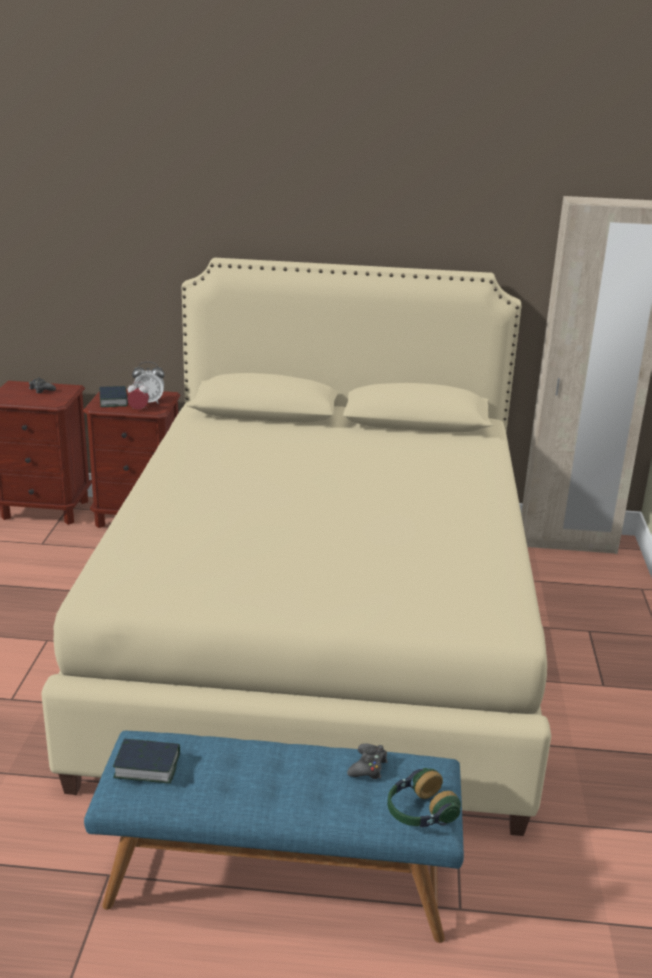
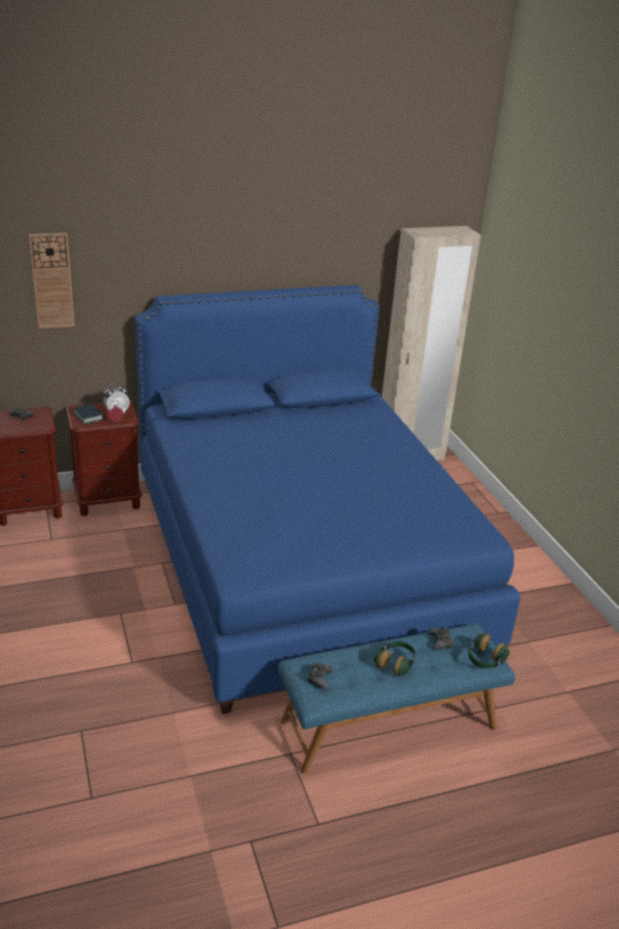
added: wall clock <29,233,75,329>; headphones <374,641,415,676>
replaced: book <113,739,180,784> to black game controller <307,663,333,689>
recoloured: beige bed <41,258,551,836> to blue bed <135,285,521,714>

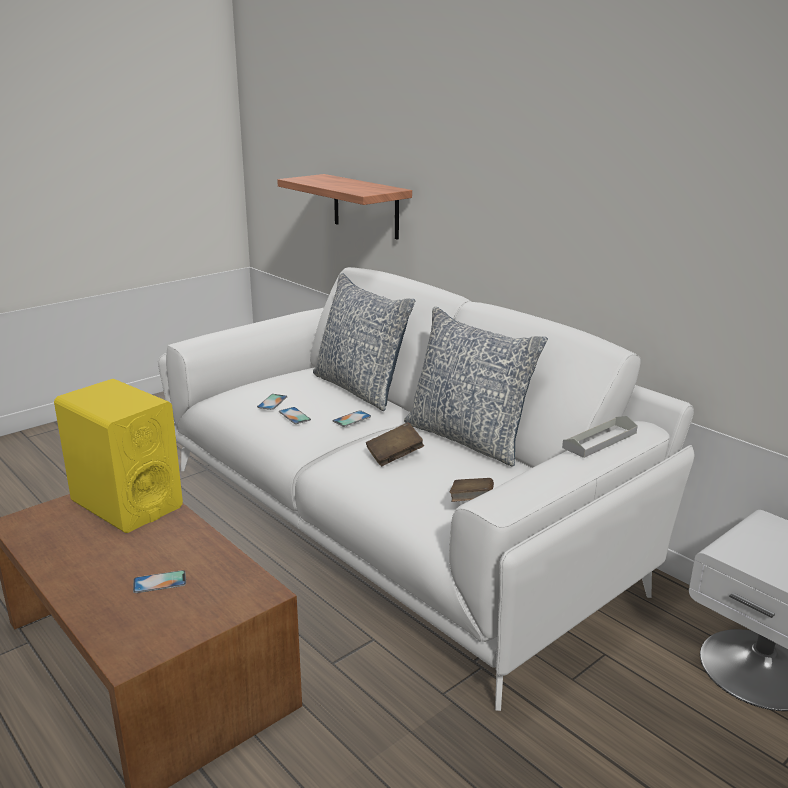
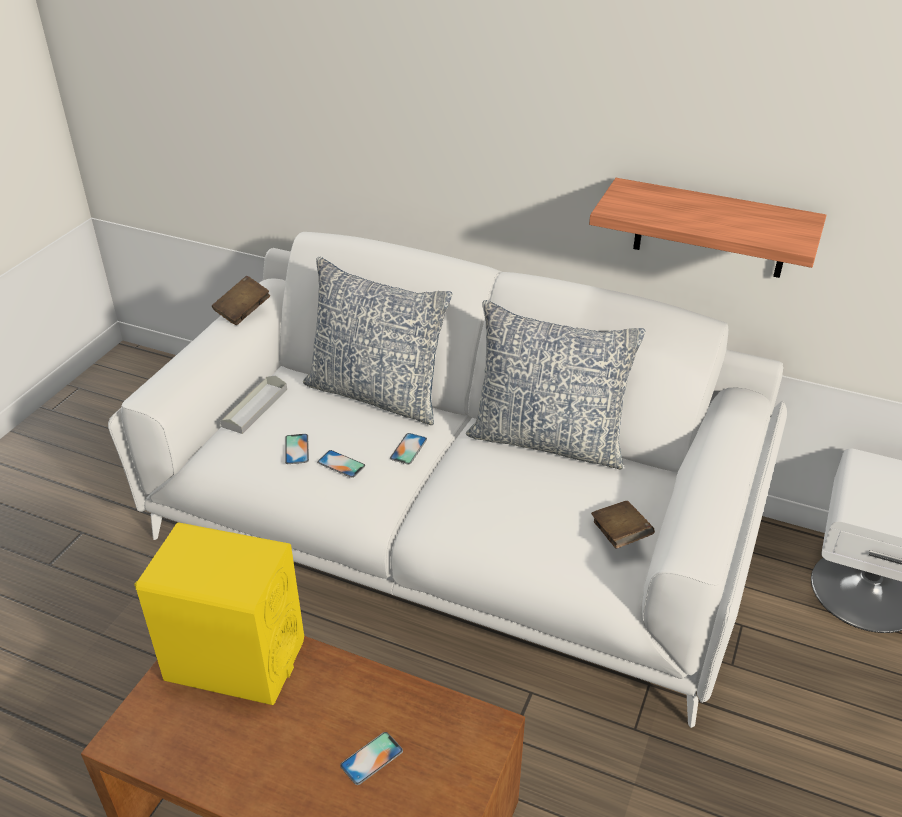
moved: shelf <277,174,412,240> to <589,178,827,278>; brown book <366,422,424,466> to <212,276,270,325>; grey tray <562,416,638,458> to <220,375,287,434>

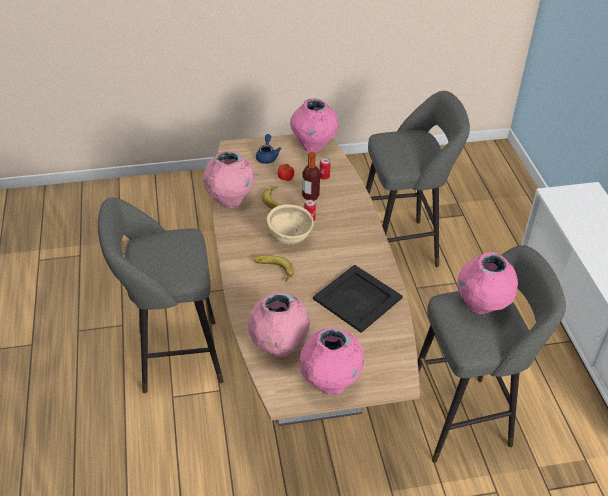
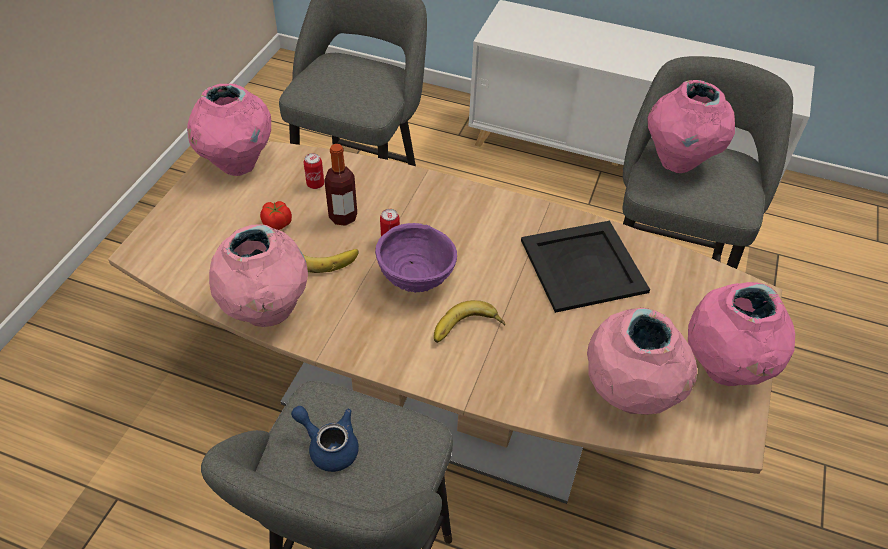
moved: blue teapot <256,134,282,164> to <291,406,359,472>
recoloured: beige bowl <267,204,314,245> to purple bowl <375,223,457,293>

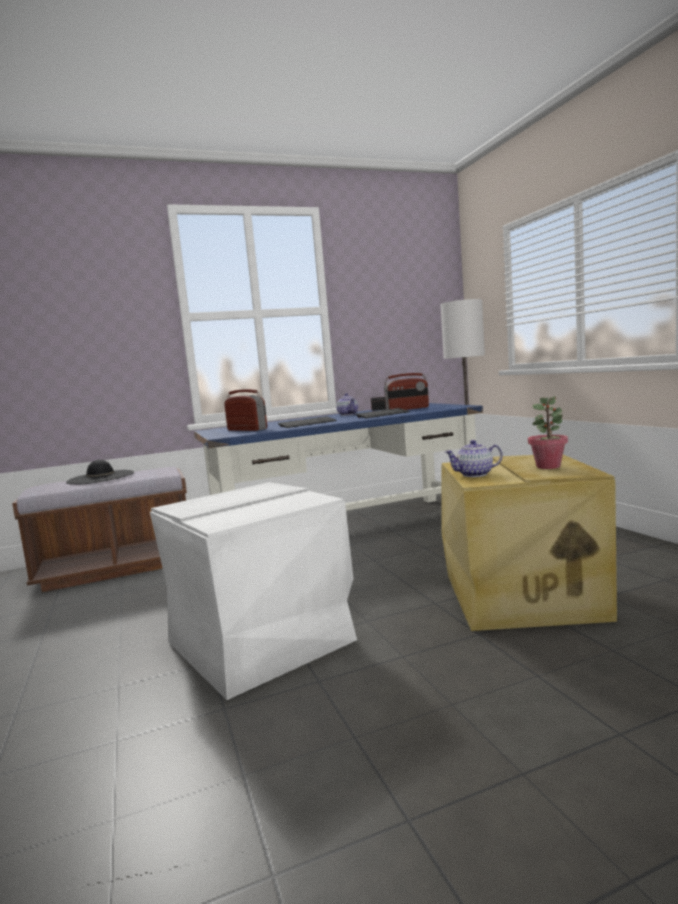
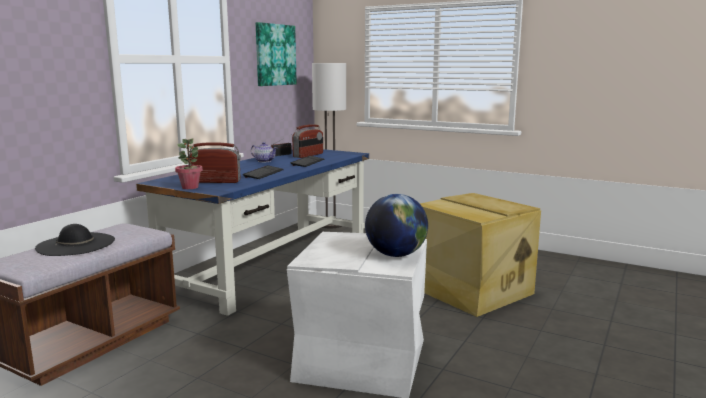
removed: teapot <445,440,503,477>
added: picture <256,22,297,86>; globe <365,194,428,257>
moved: potted plant <528,396,568,469> to <175,138,203,189>

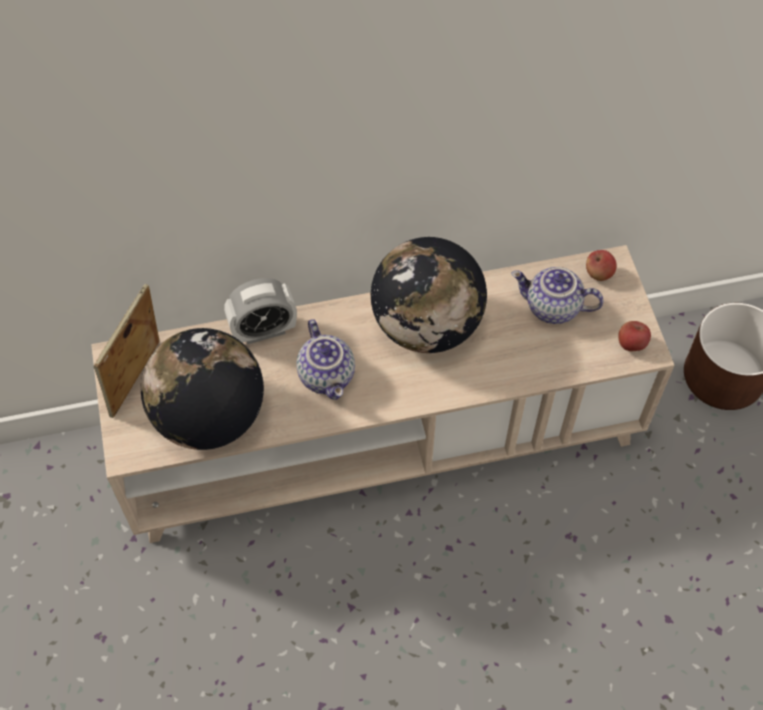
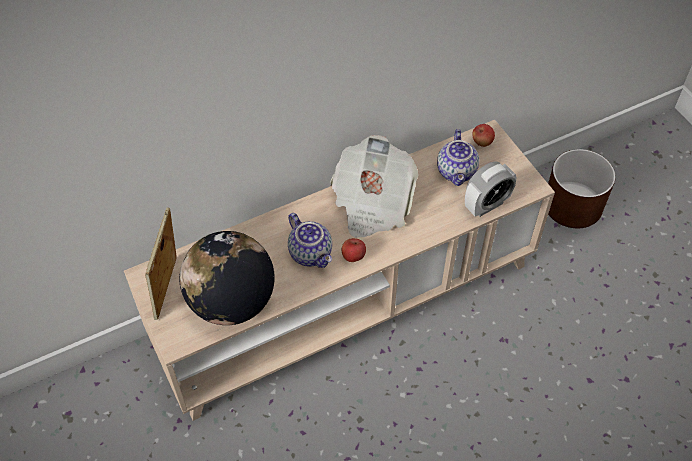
moved: alarm clock <224,278,297,344> to <465,161,516,217>; apple <618,321,651,351> to <342,238,366,262>
replaced: globe <371,237,487,353> to newspaper <331,135,419,238>
turned: teapot <511,267,603,324> = <437,129,479,186> 90 degrees counterclockwise

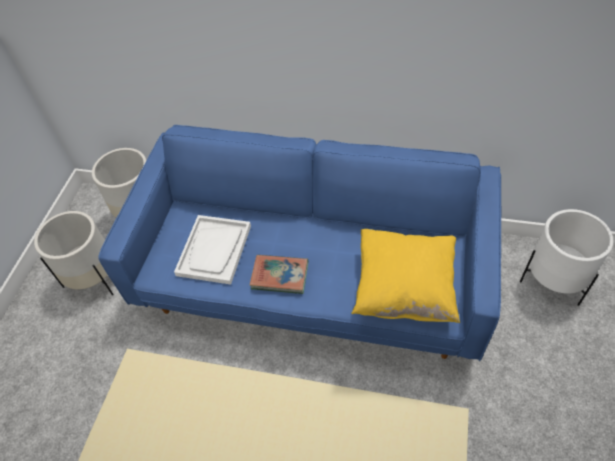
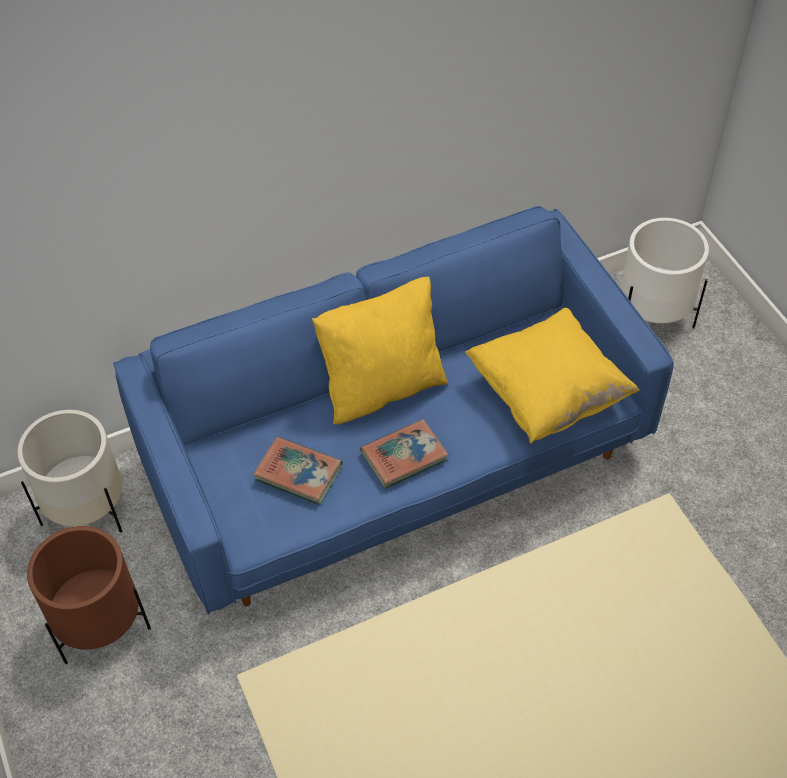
added: yellow pillow <312,277,448,425>
replaced: white tray <174,215,251,285> to book <253,437,343,505>
recoloured: white planter <34,211,113,295> to brown planter <27,526,151,664>

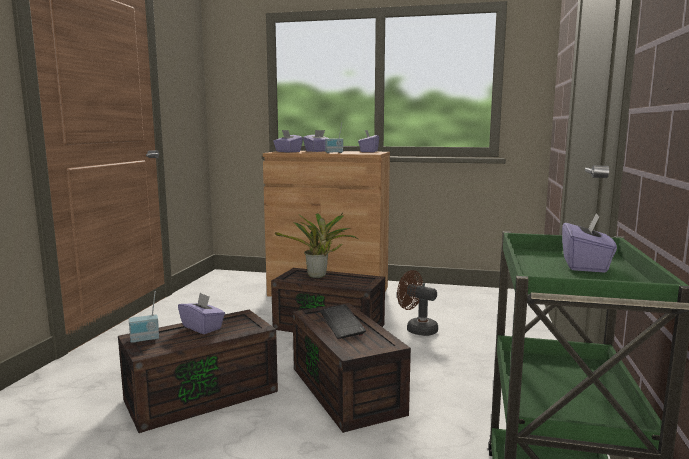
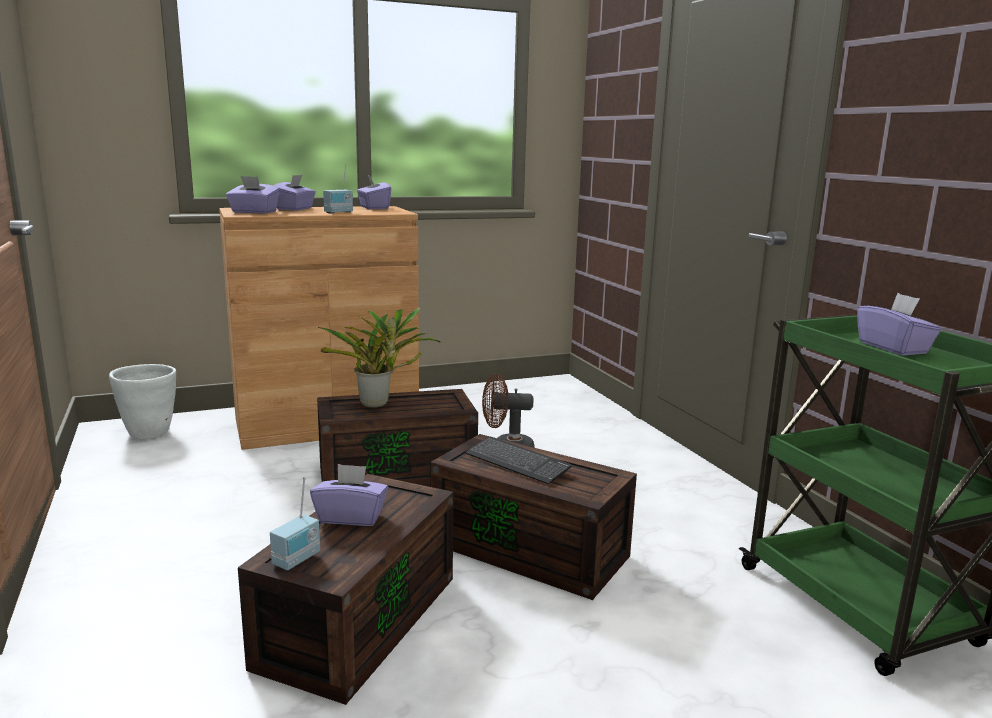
added: white planter <109,364,176,439>

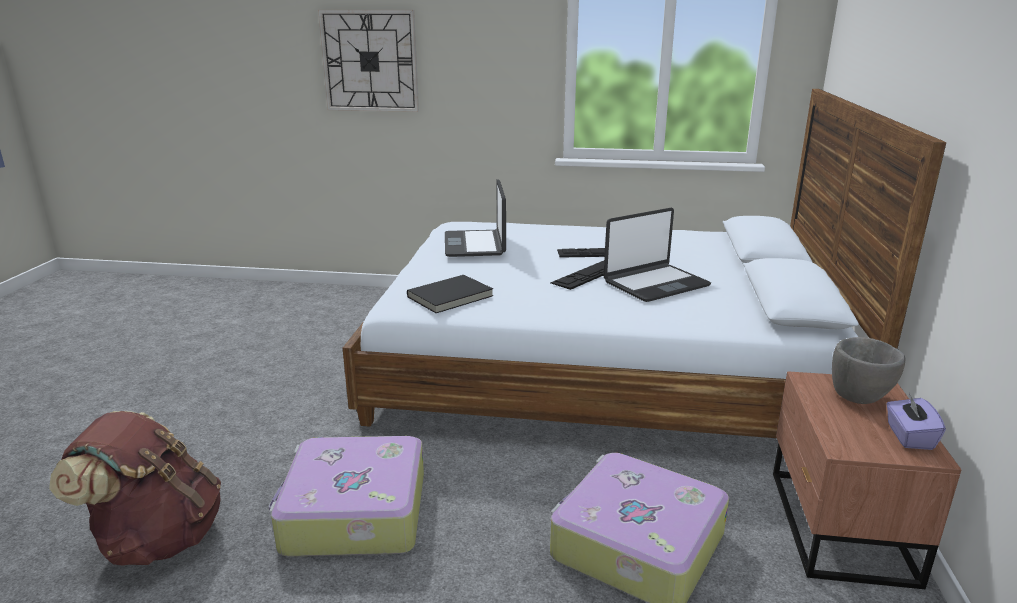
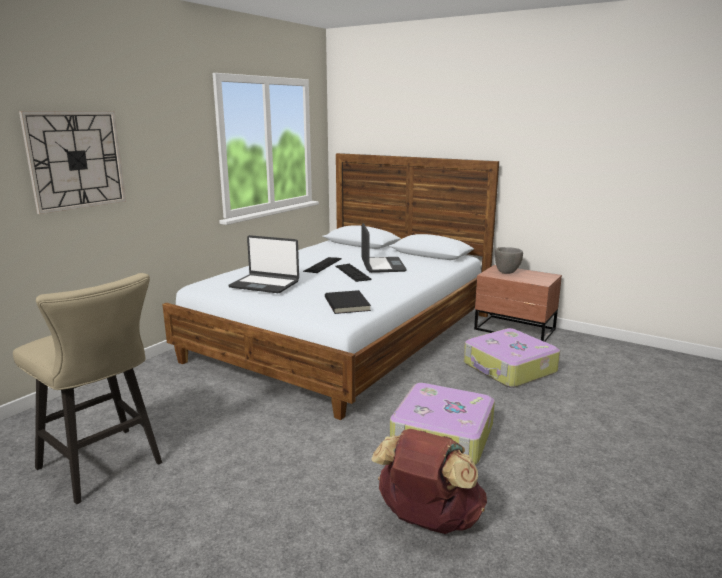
removed: purple tissue box <886,393,946,450>
added: beige stool <13,273,162,504>

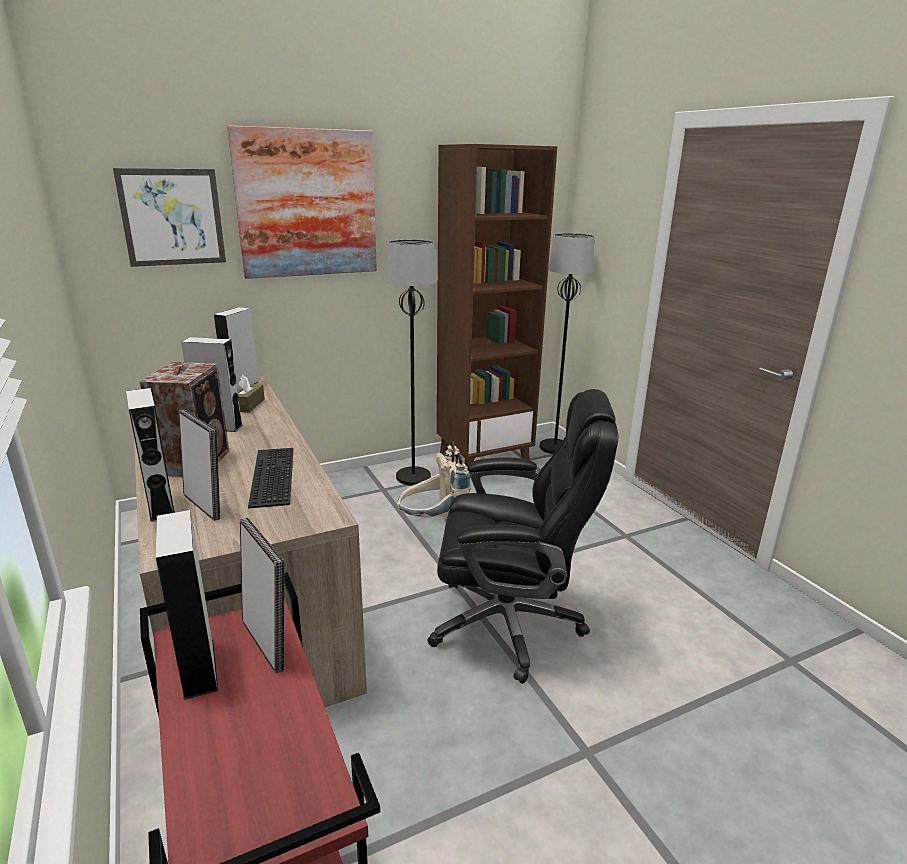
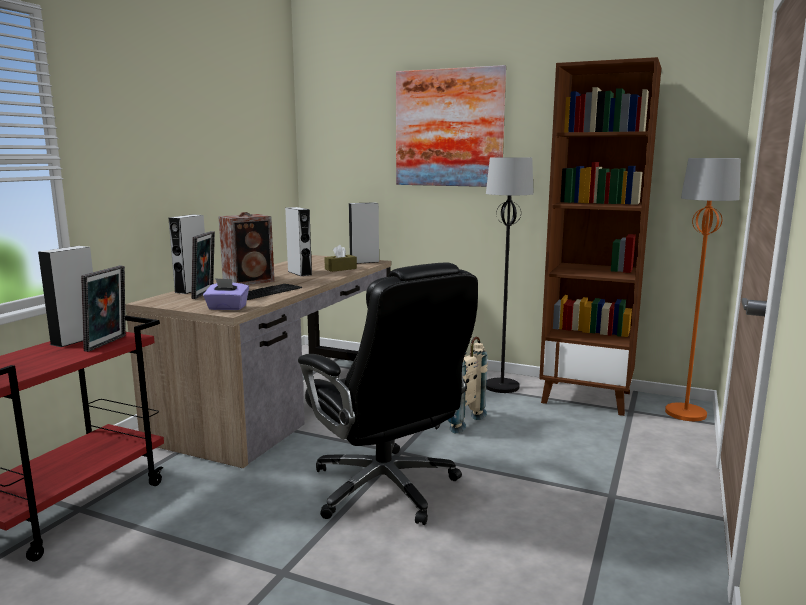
removed: picture <113,168,226,267>
added: purple tissue box <203,278,249,310>
recoloured: black floor lamp <540,233,594,454> to orange floor lamp <665,158,741,421>

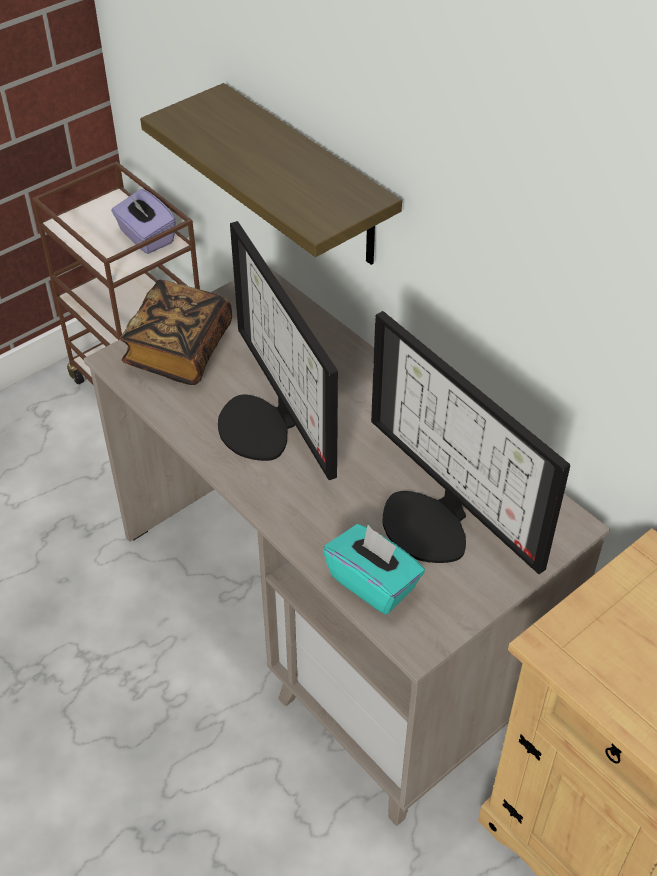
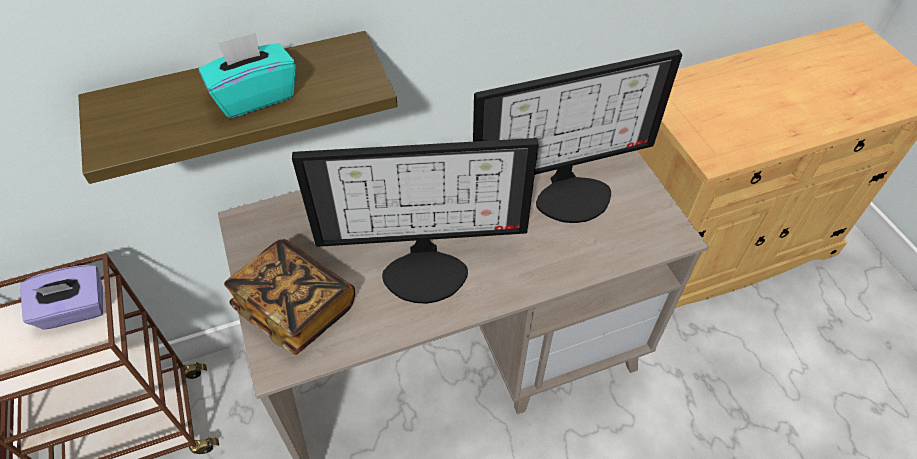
moved: turquoise tissue box <323,524,425,614> to <199,32,296,118>

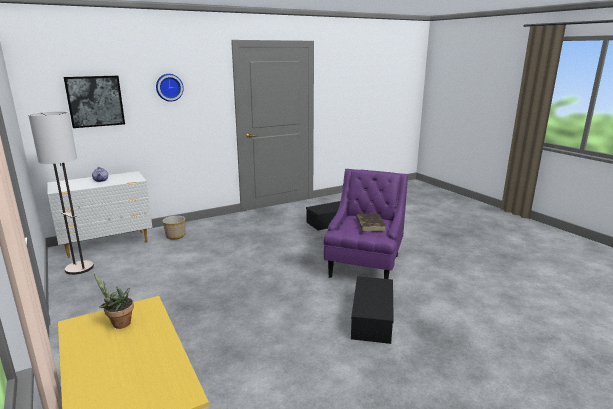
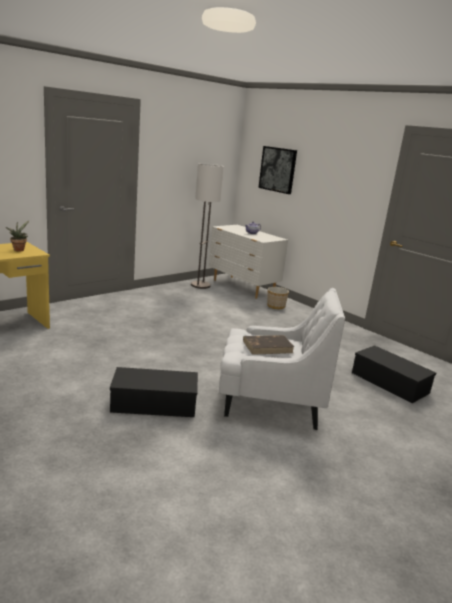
removed: wall clock <156,74,184,102>
recoloured: purple armchair <323,169,408,279> to white armchair <219,288,345,430>

